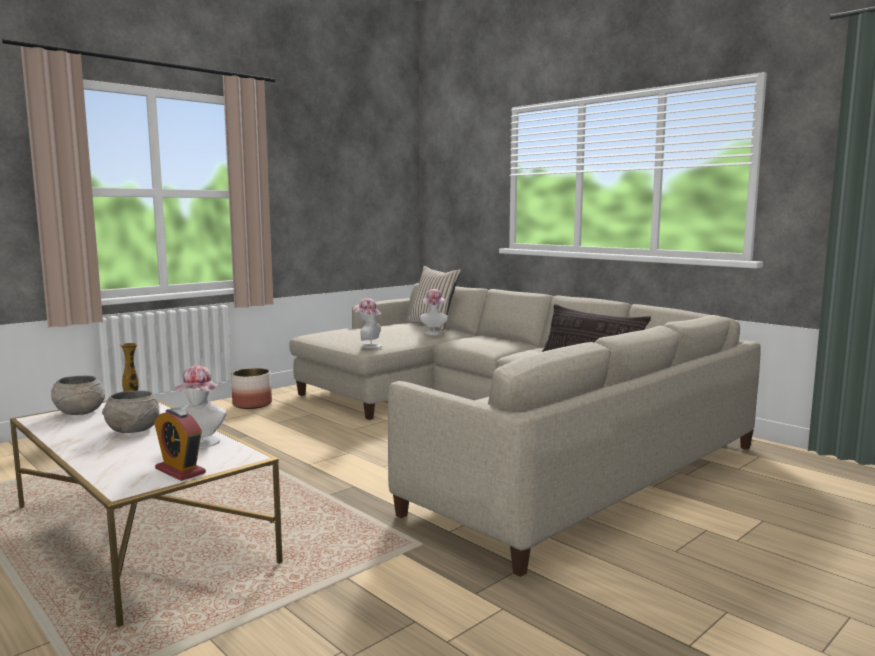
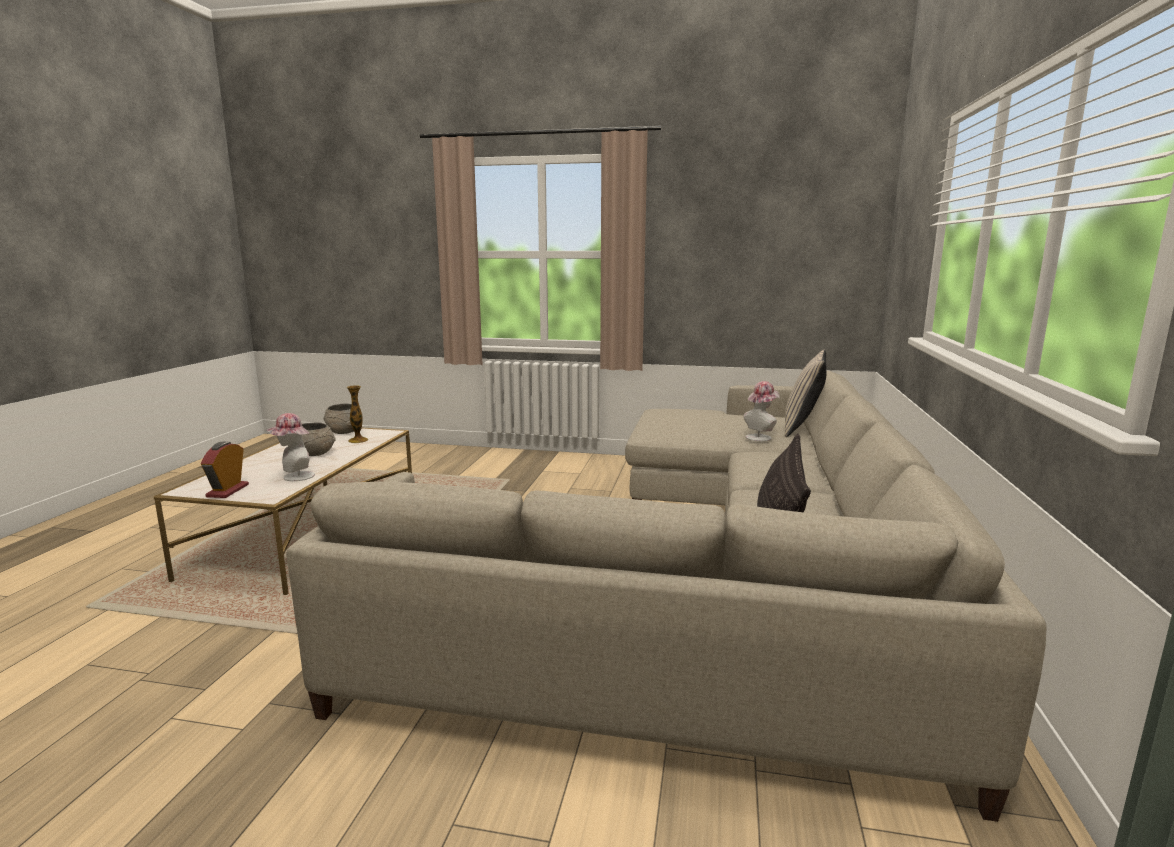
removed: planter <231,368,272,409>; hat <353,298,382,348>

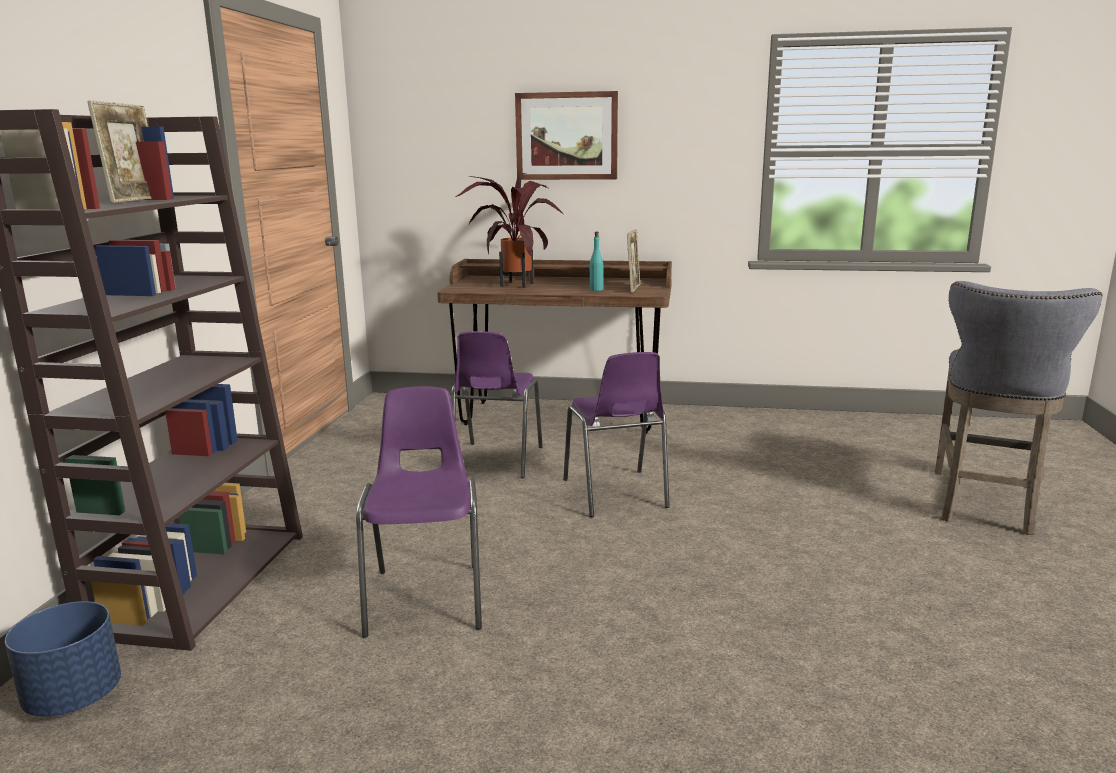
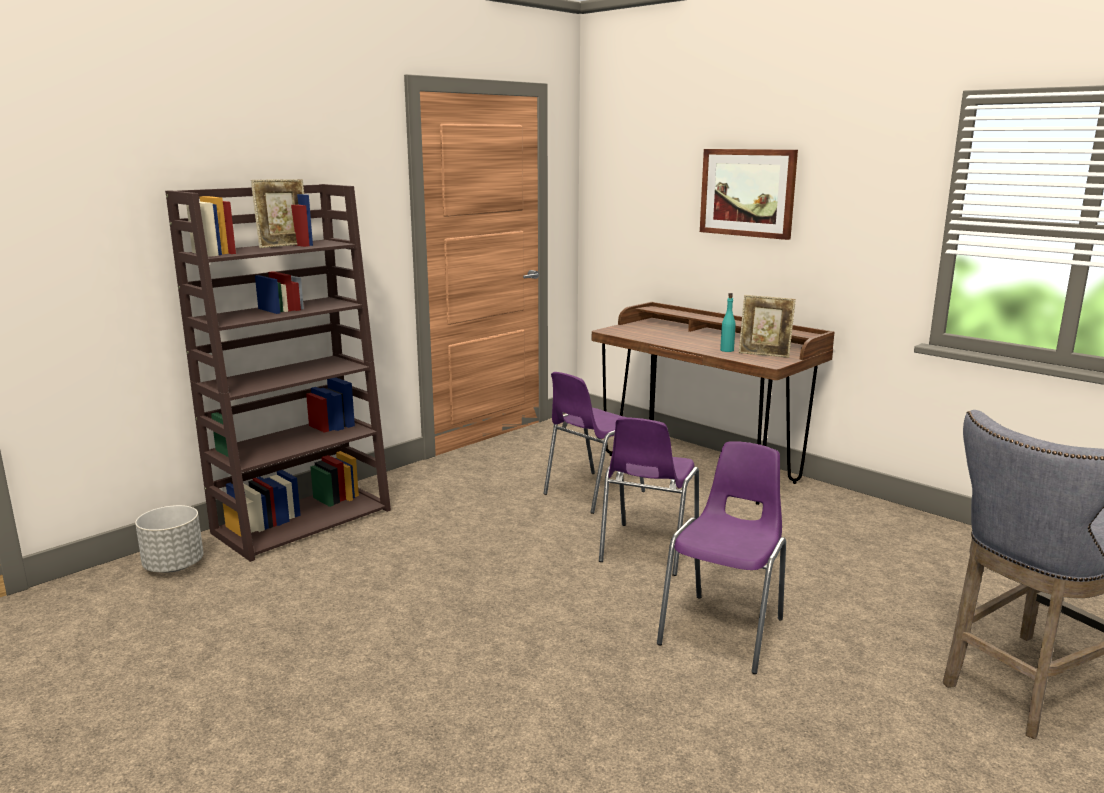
removed: potted plant <455,173,564,288>
moved: purple chair <356,386,482,637> to <657,441,786,674>
recoloured: blue planter <5,601,121,717> to grey planter <135,505,203,573>
turned: picture frame <627,229,641,293> = <739,295,796,358> 60 degrees clockwise

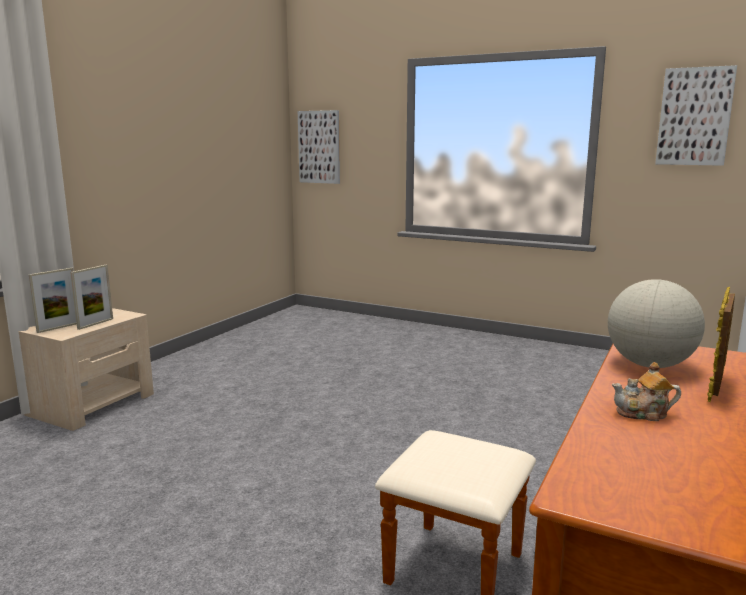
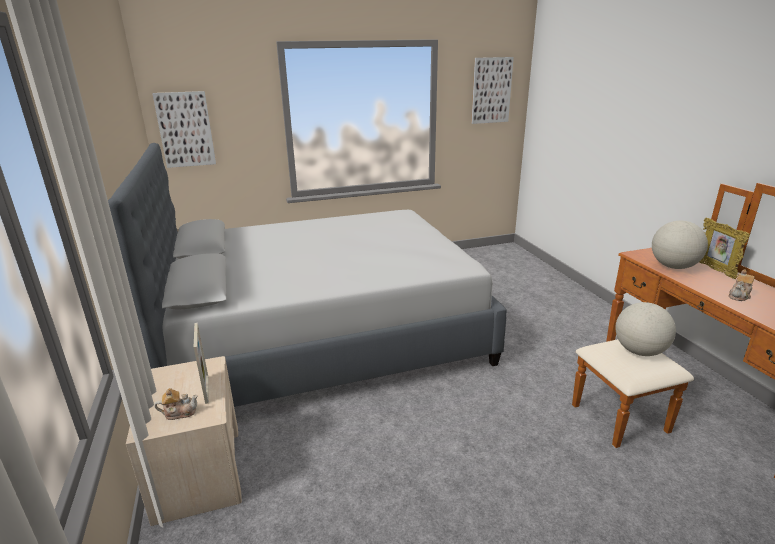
added: grey bed <108,143,507,407>; globe <615,302,676,356>
replaced: picture frame <29,268,77,333> to teapot <154,388,198,420>

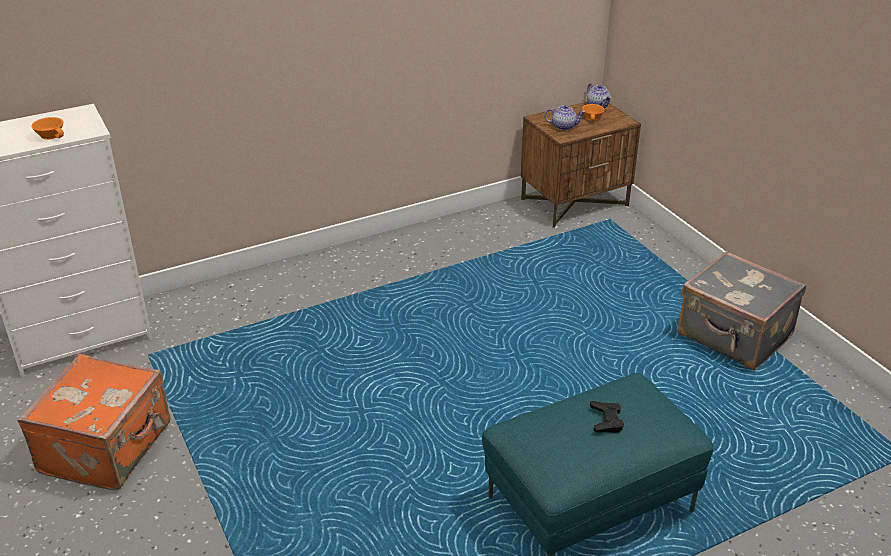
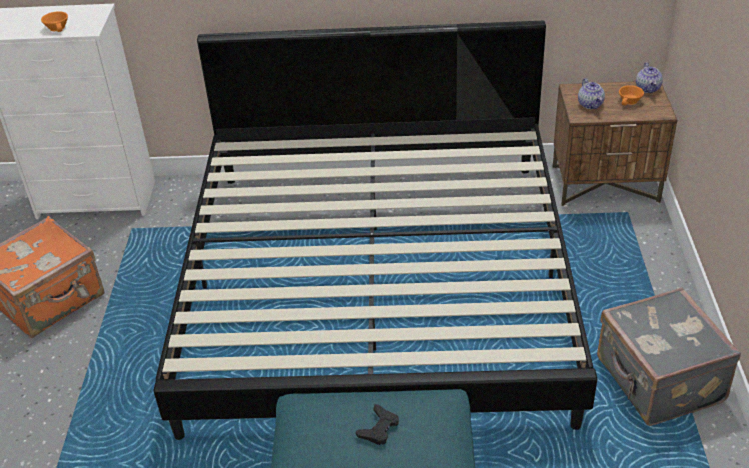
added: bed <154,21,597,440>
turned: teapot <544,105,585,130> = <578,78,605,109> 45 degrees clockwise

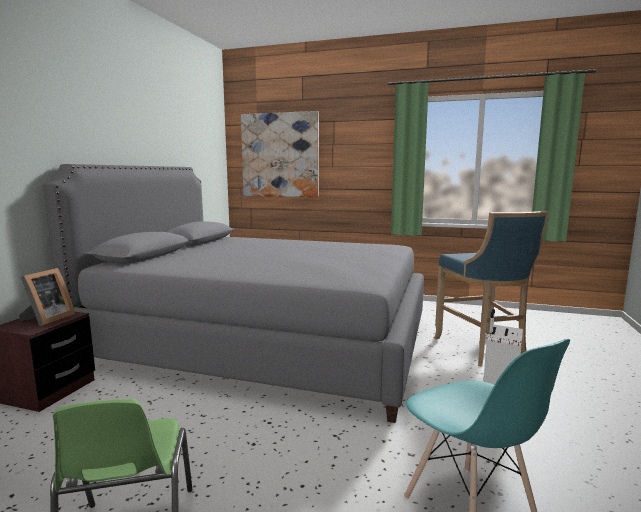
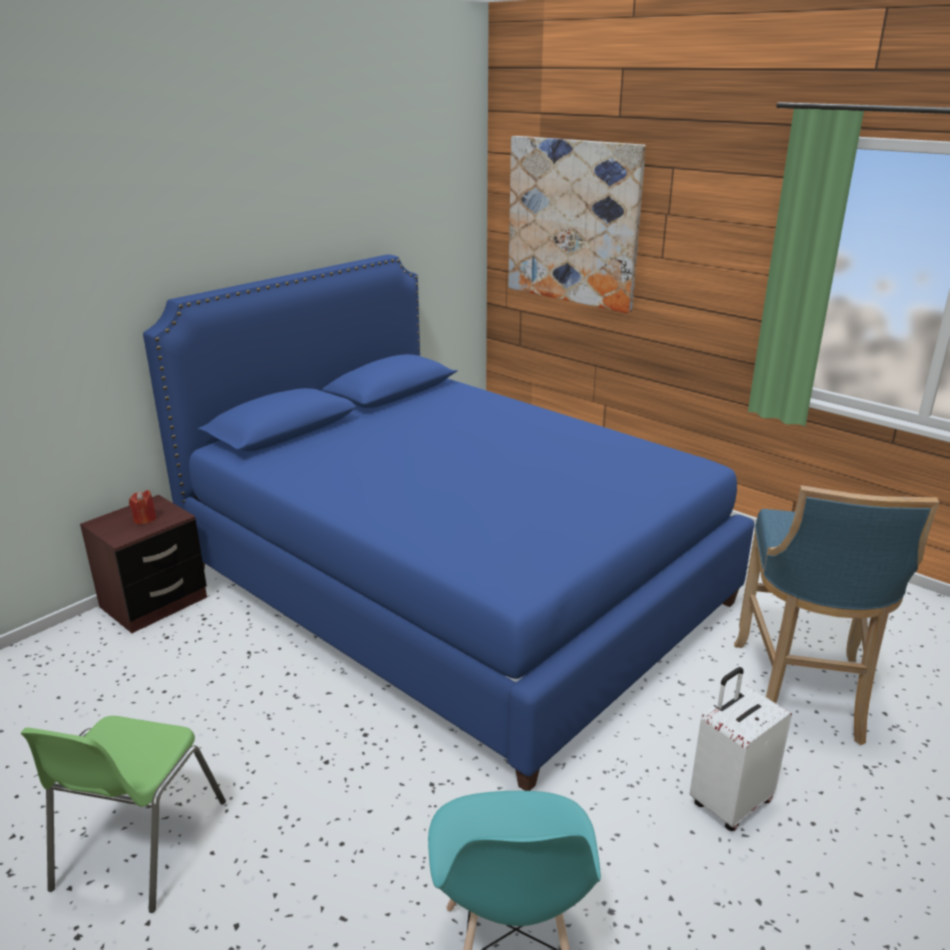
replaced: picture frame <18,268,75,326> to red candle <129,490,157,525>
recoloured: grey bed <43,164,424,423> to blue bed <143,255,754,791>

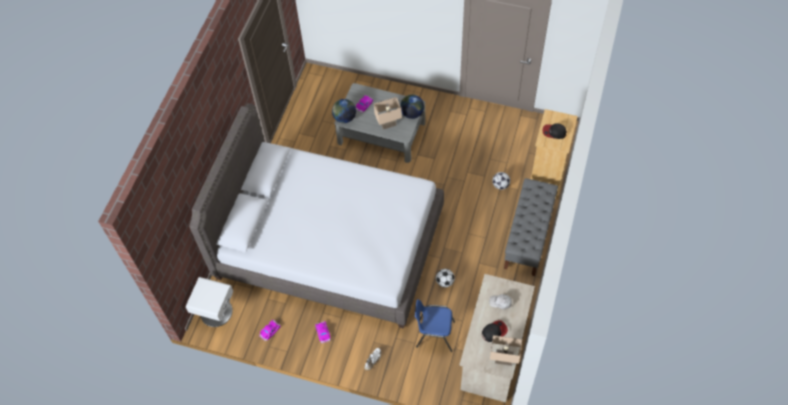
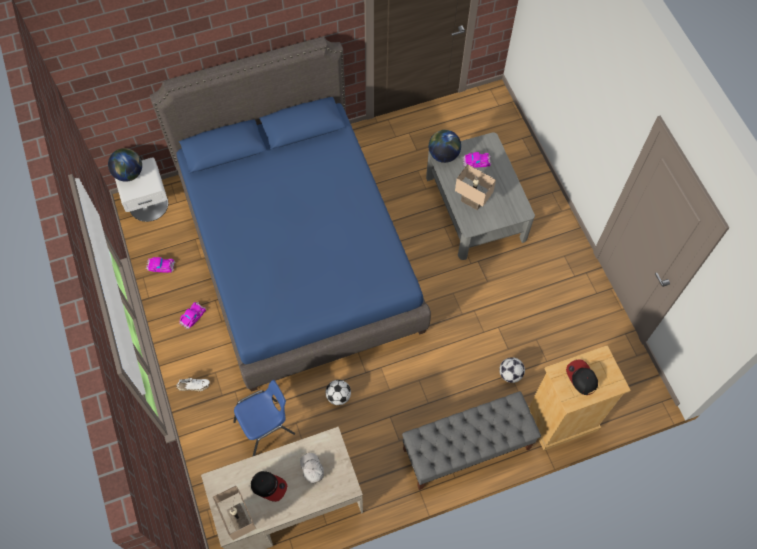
moved: globe <400,94,424,119> to <108,148,142,182>
recoloured: grey bed <189,103,444,329> to blue bed <150,37,431,391>
turned: blue chair <415,299,455,352> = <233,380,295,457> 90 degrees clockwise

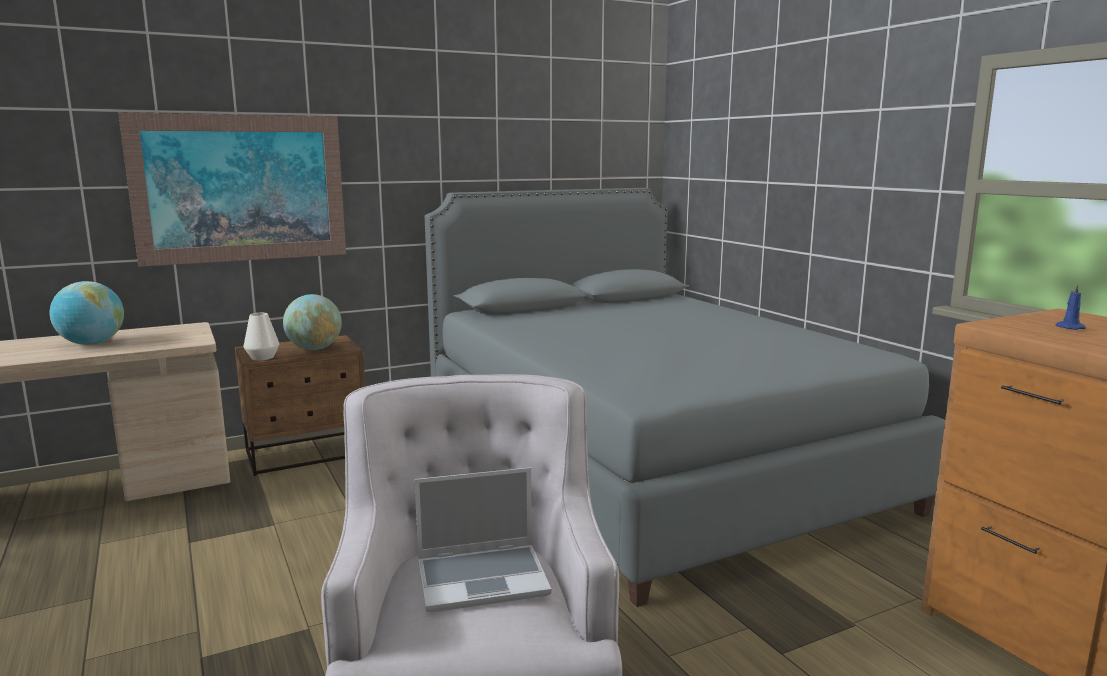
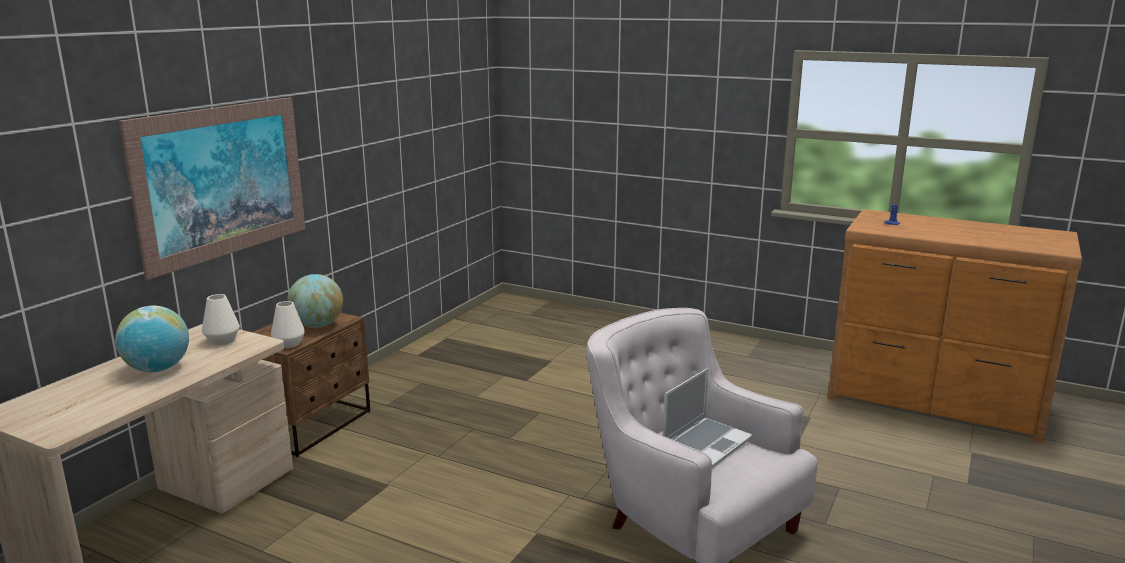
removed: grey bed <425,188,945,607>
added: white vase <202,294,240,345>

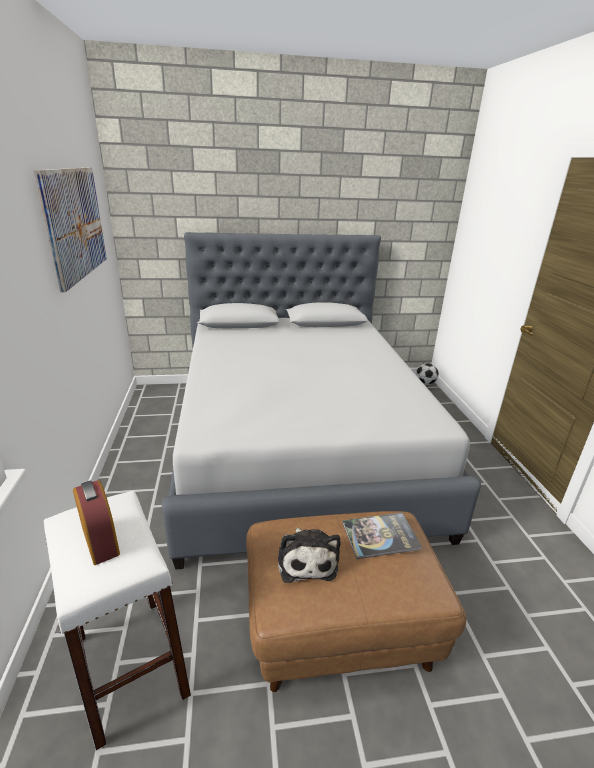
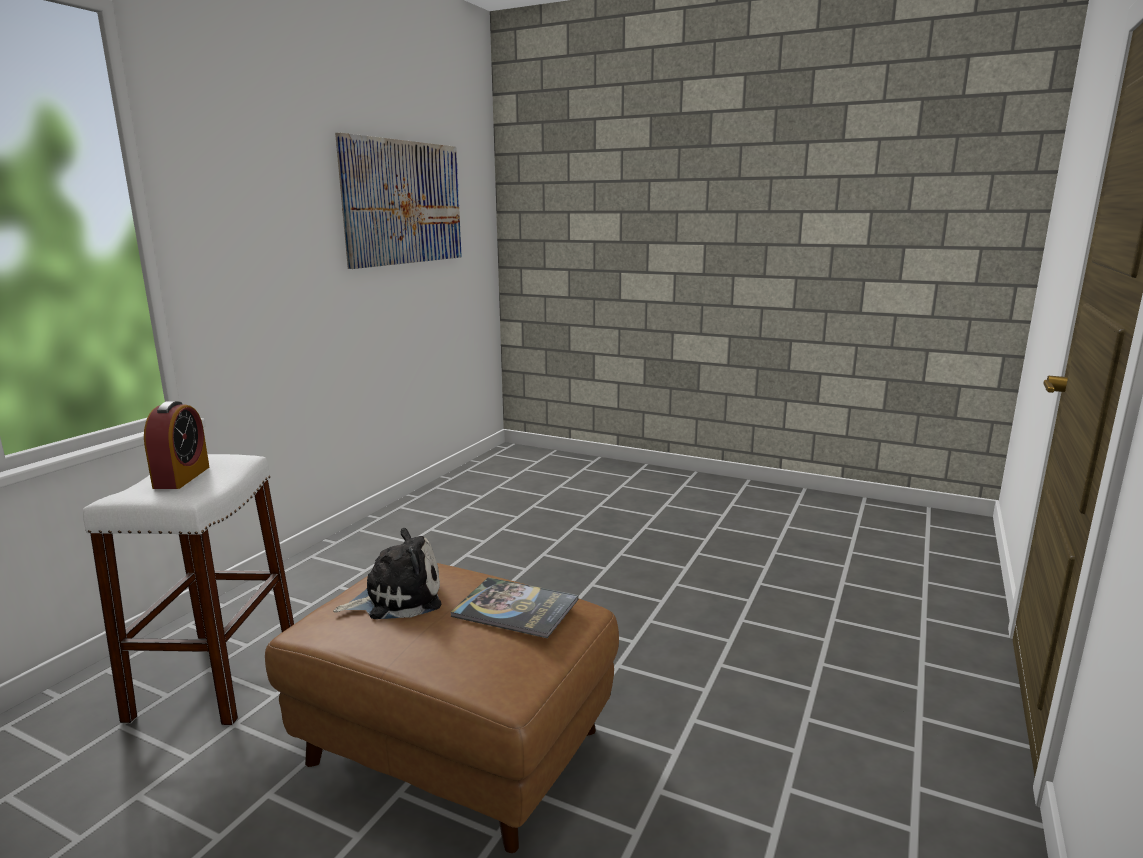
removed: grey bed <161,232,481,569>; football <416,363,439,385>
turned: plush toy <278,528,340,583> = <333,528,441,619> 135 degrees counterclockwise

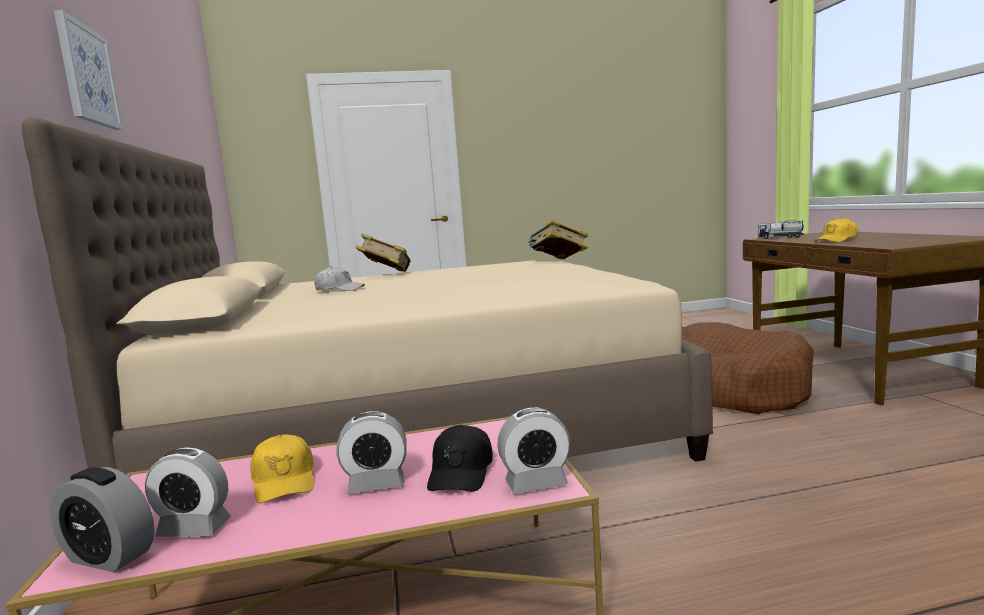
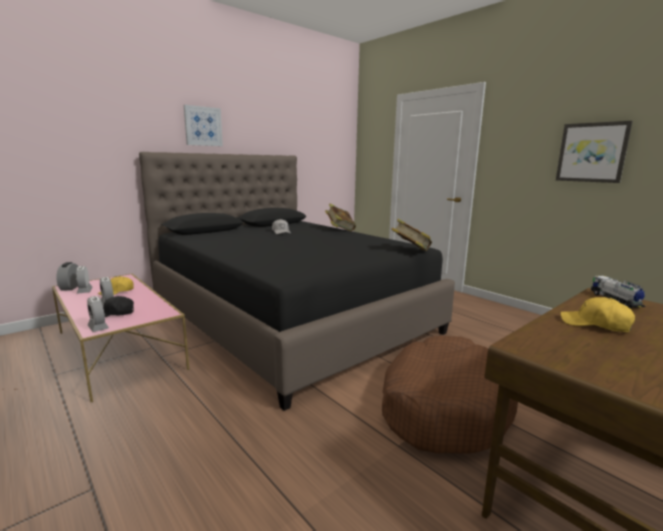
added: picture <556,121,633,183>
recoloured: beige bed <22,117,713,475> to black bed <139,152,455,411>

